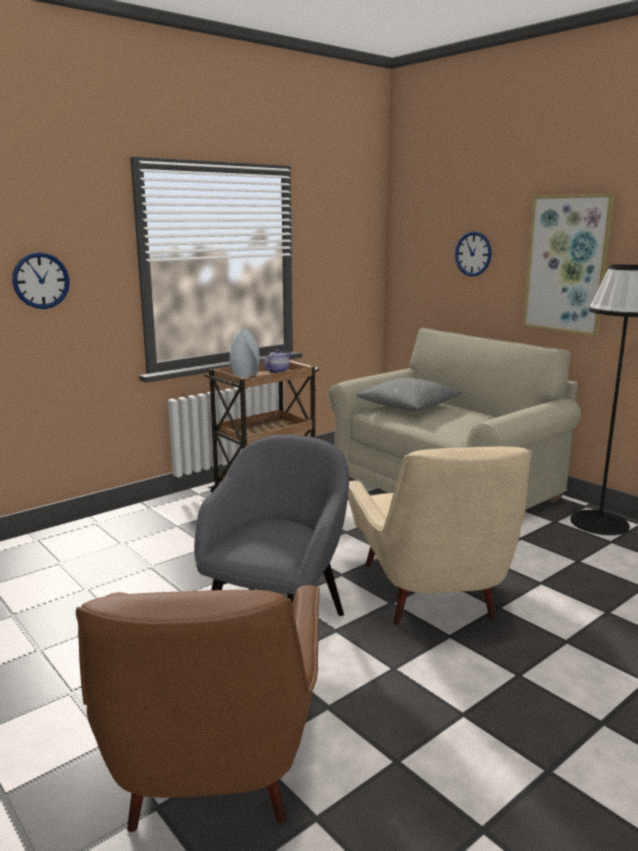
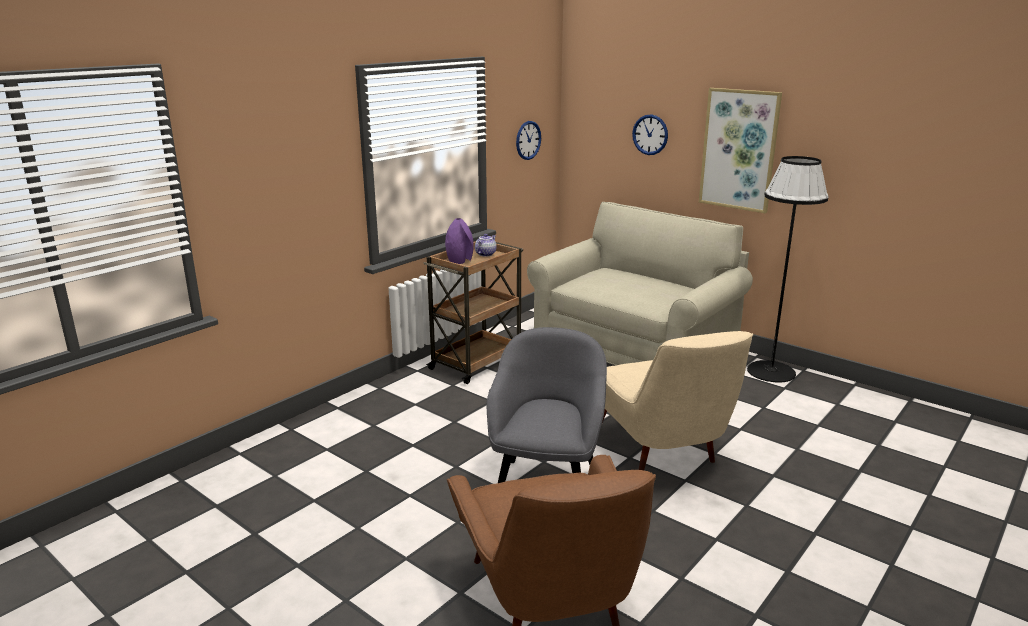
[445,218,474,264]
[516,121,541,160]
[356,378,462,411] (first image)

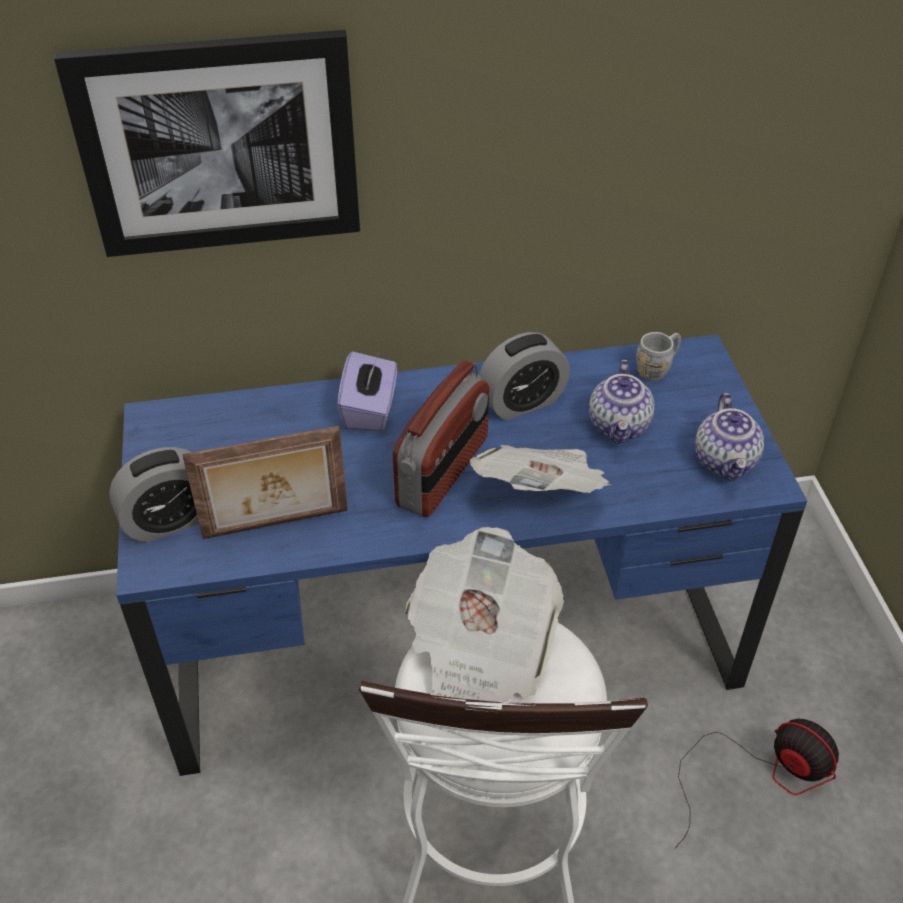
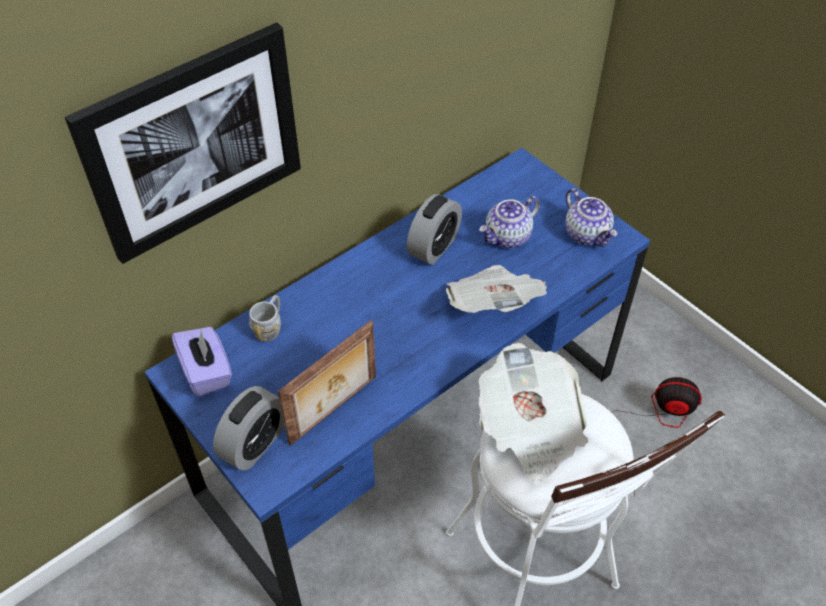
[172,327,232,397]
[249,295,281,342]
[479,196,540,248]
[393,360,489,517] (first image)

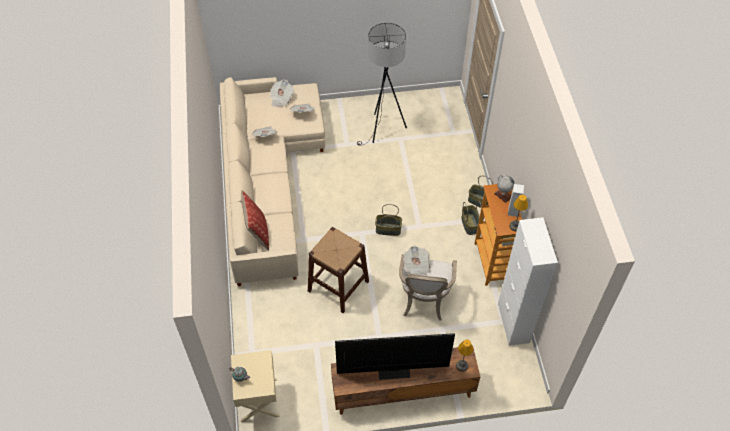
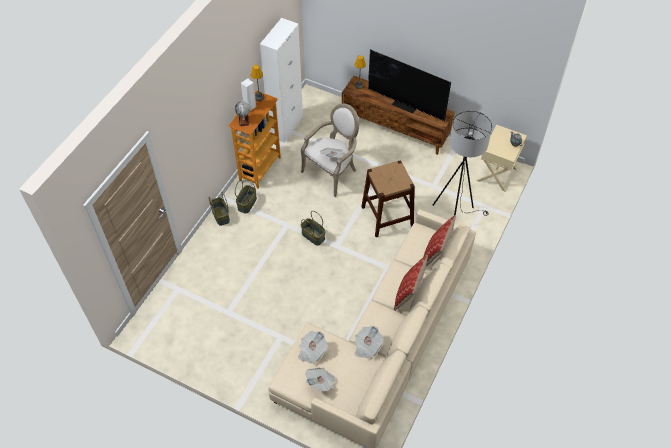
[394,255,428,311]
[433,111,492,216]

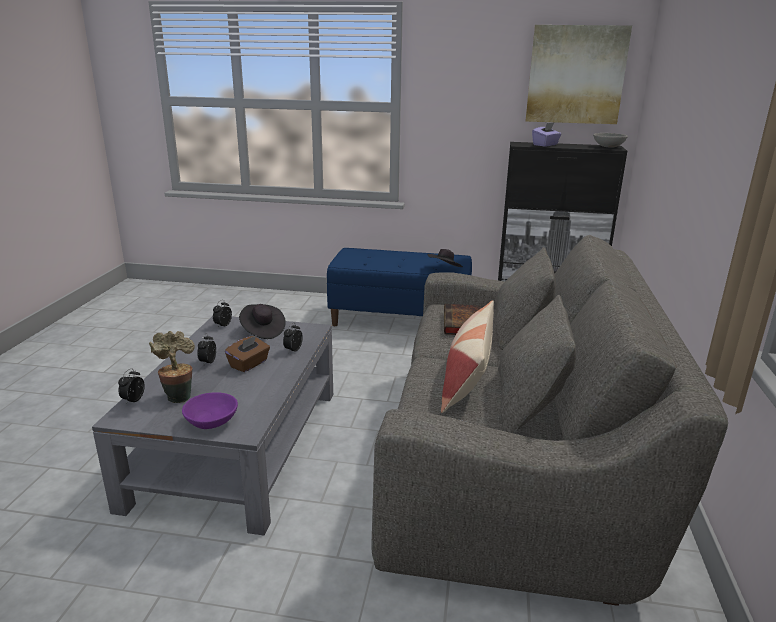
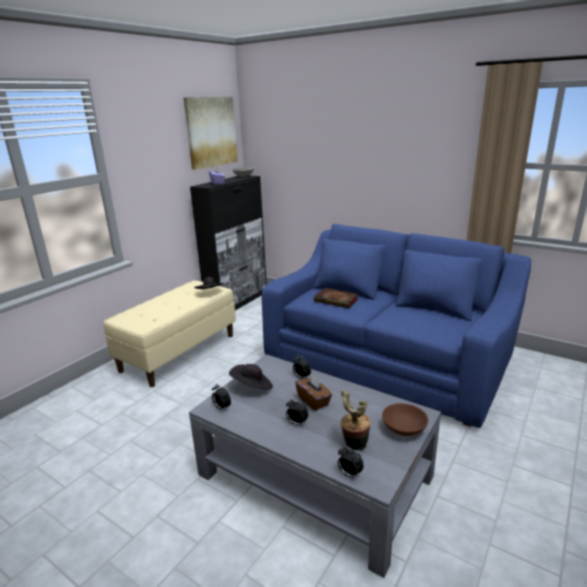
[104,280,236,387]
[262,224,531,428]
[382,403,429,436]
[441,300,494,413] (first image)

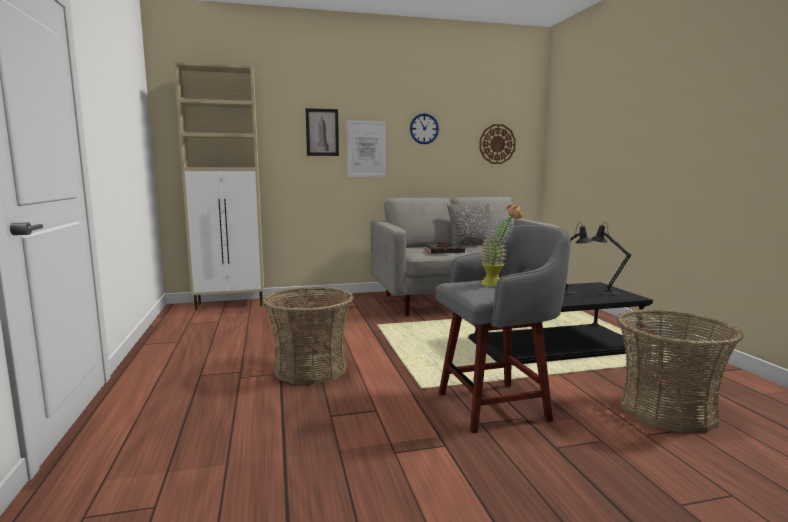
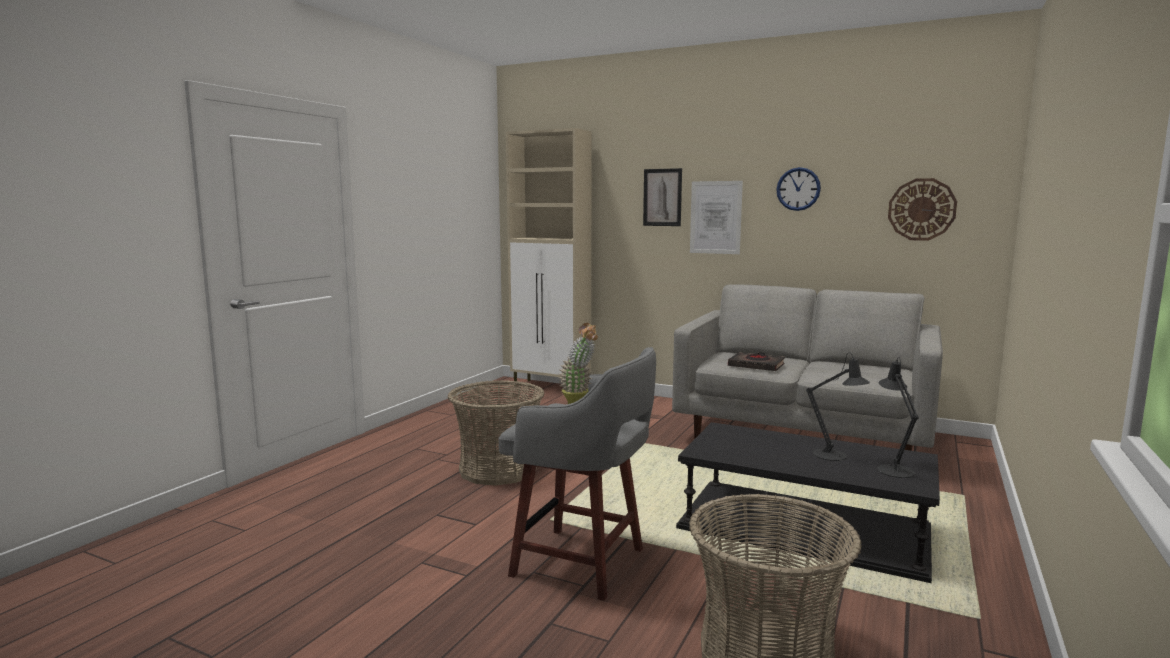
[447,203,491,246] (first image)

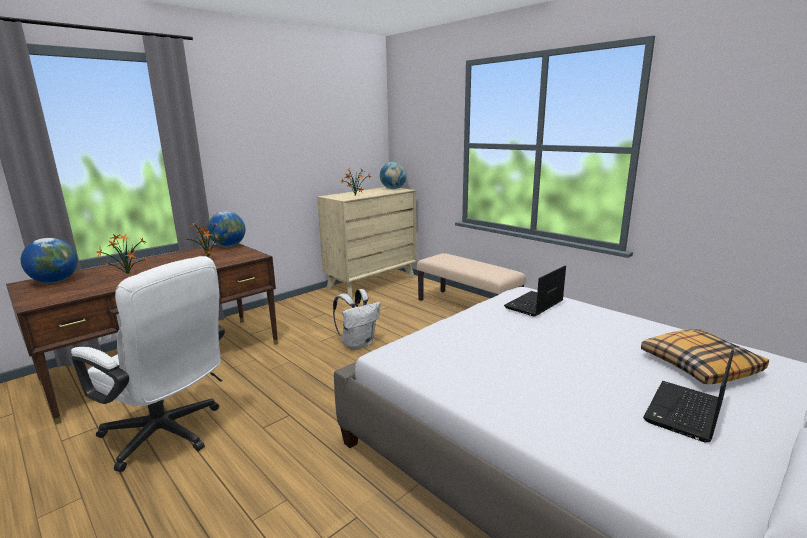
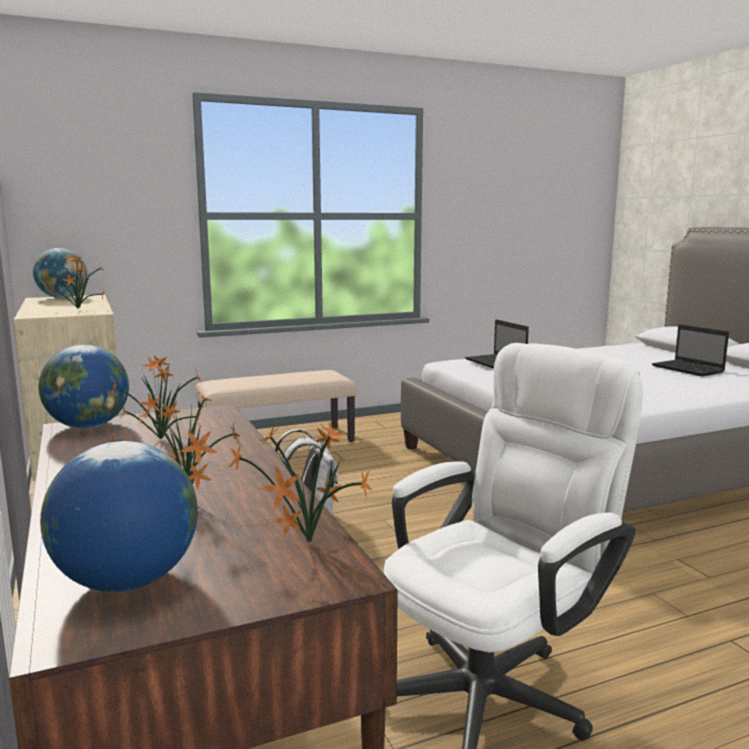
[229,422,373,542]
[641,329,769,384] (first image)

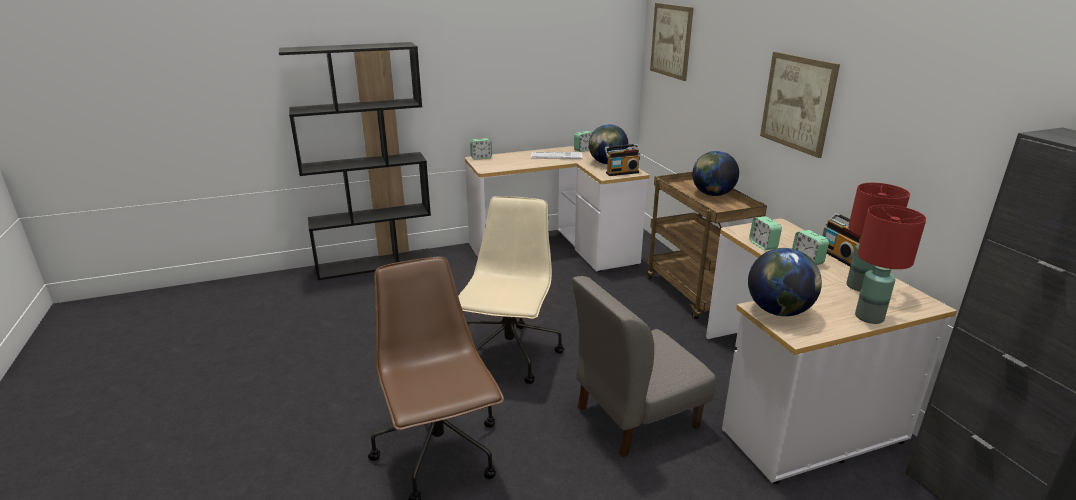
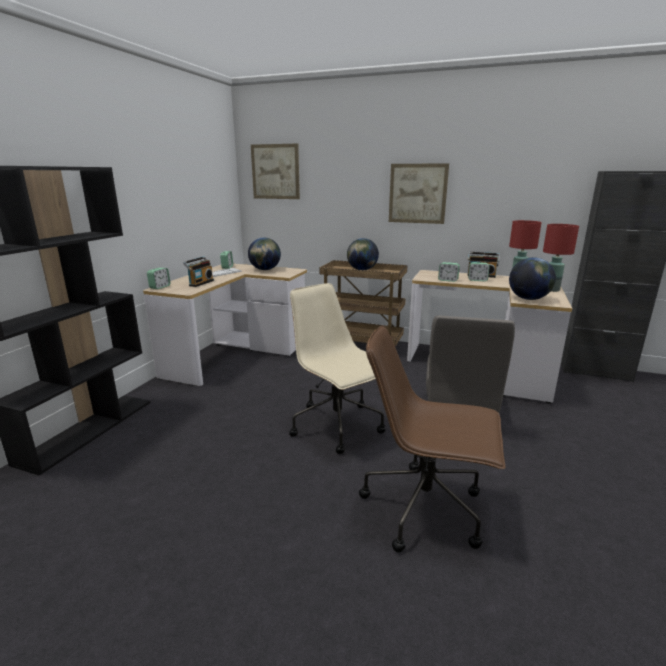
[183,256,214,287]

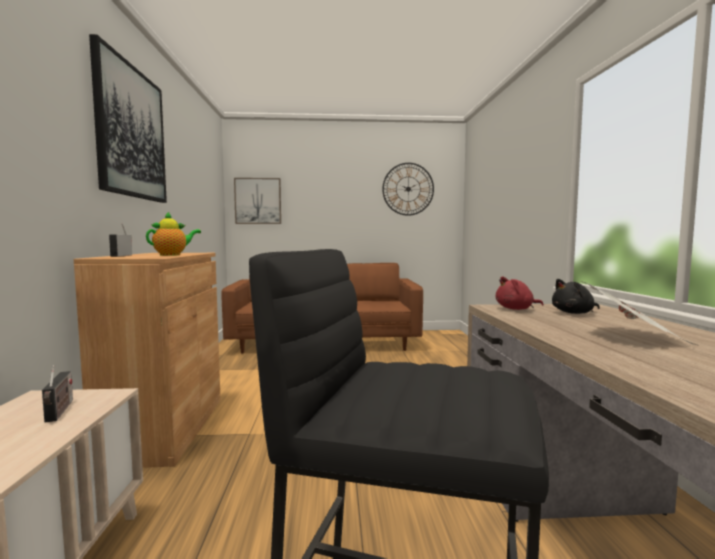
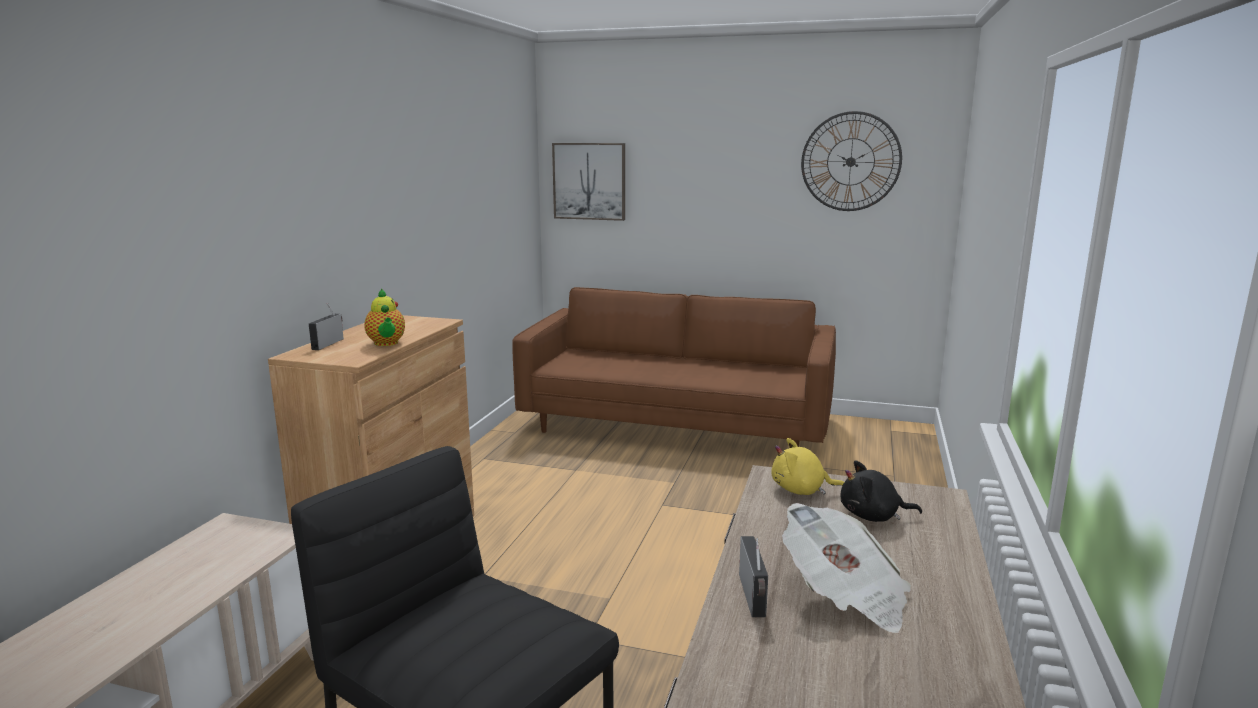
[364,288,405,346]
[739,536,768,617]
[772,438,844,495]
[89,34,167,203] (first image)

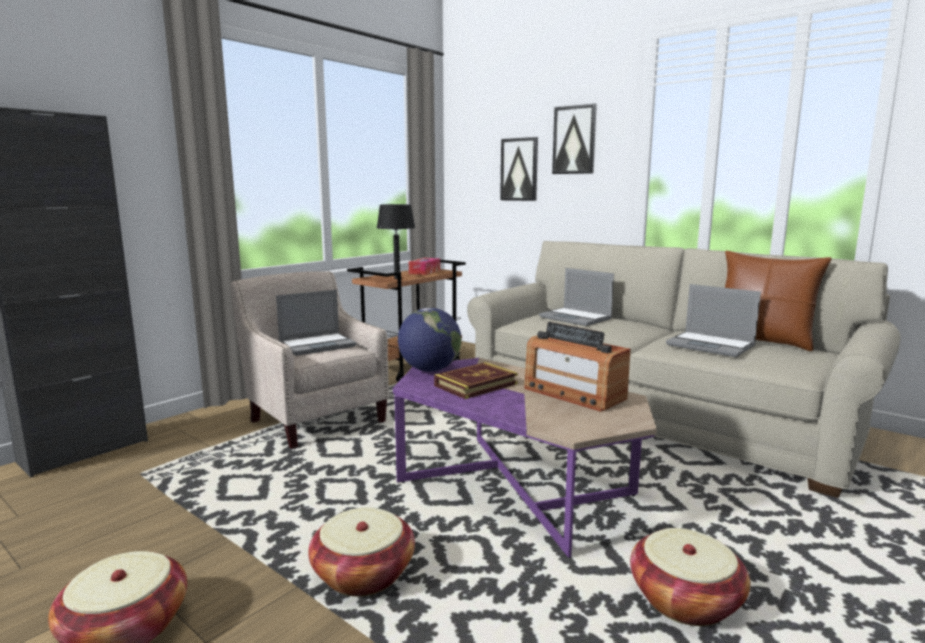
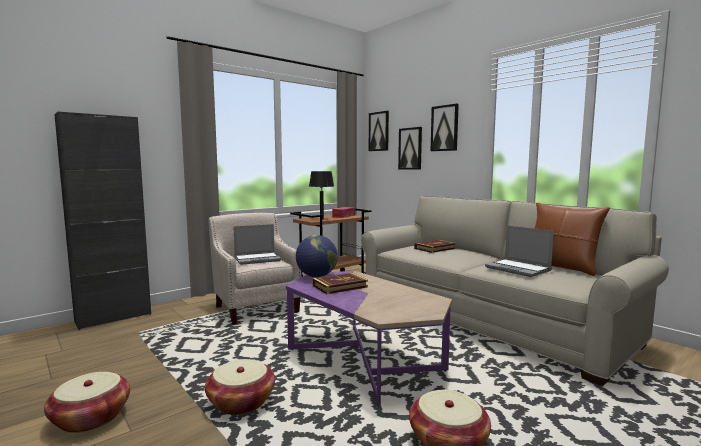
[369,111,389,151]
[414,240,456,253]
[524,322,631,412] (first image)

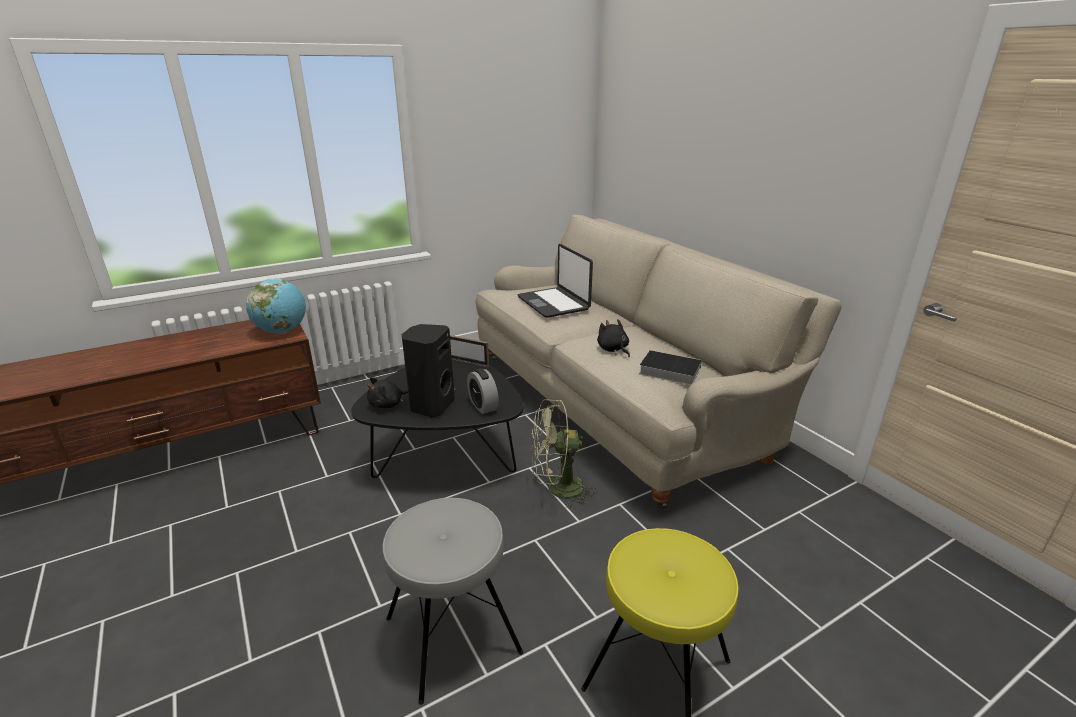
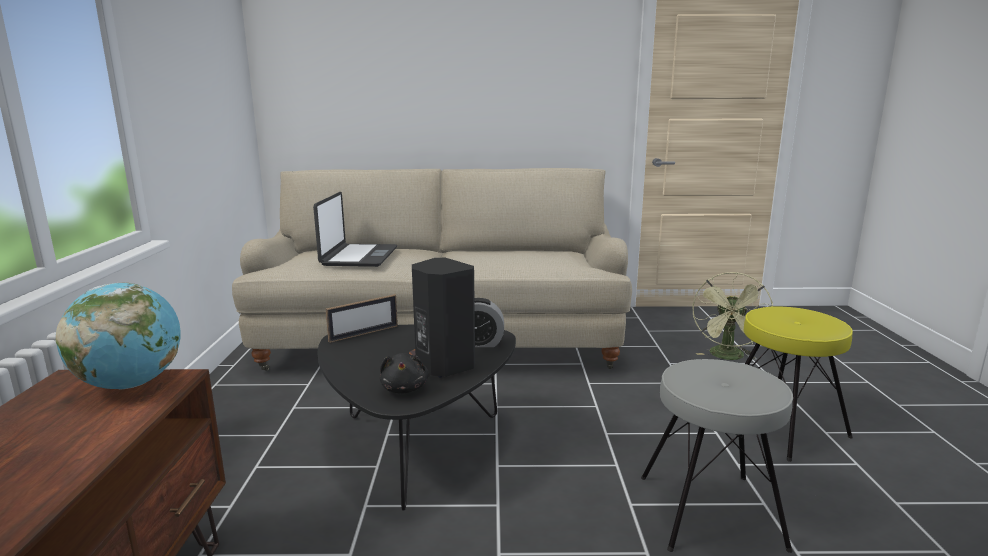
[313,192,397,267]
[693,272,773,360]
[597,319,630,357] (first image)
[639,350,702,385] (first image)

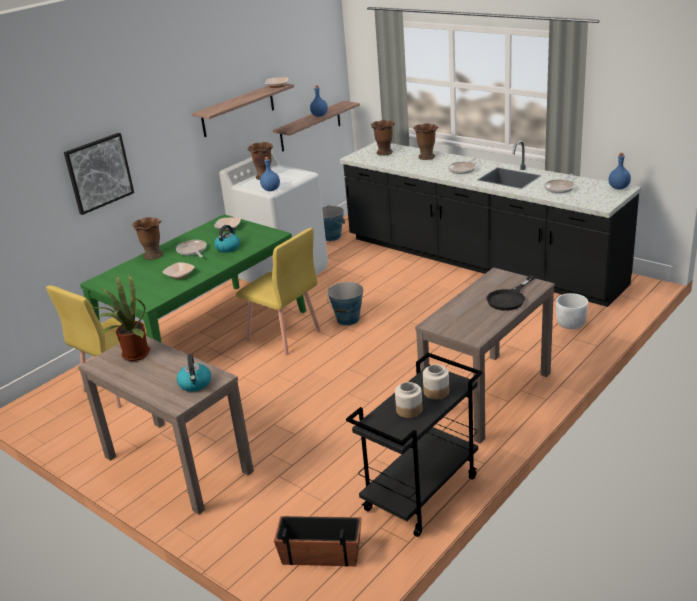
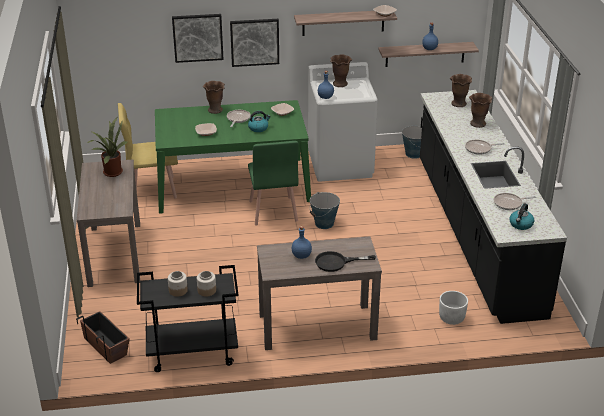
[230,19,279,67]
[248,141,299,226]
[292,226,312,259]
[509,203,534,230]

